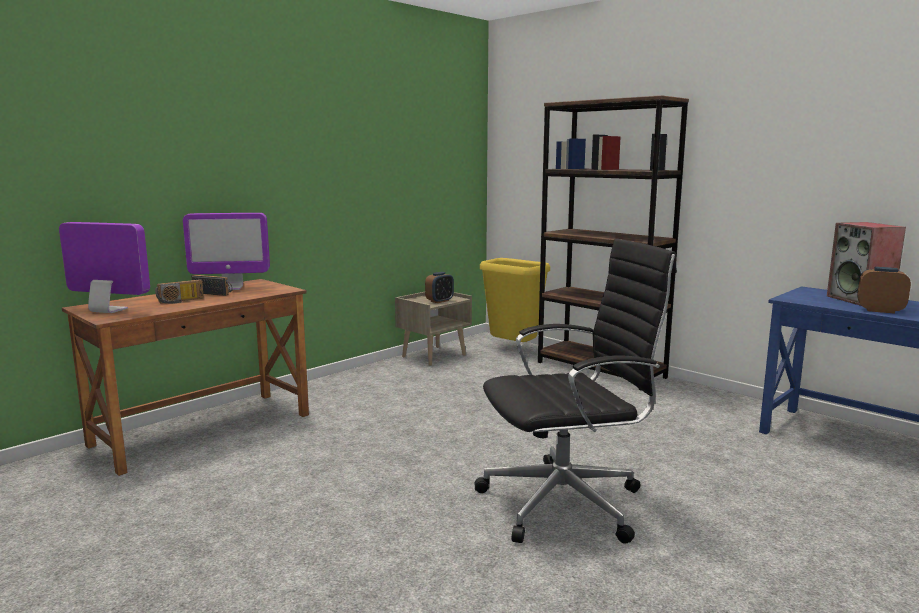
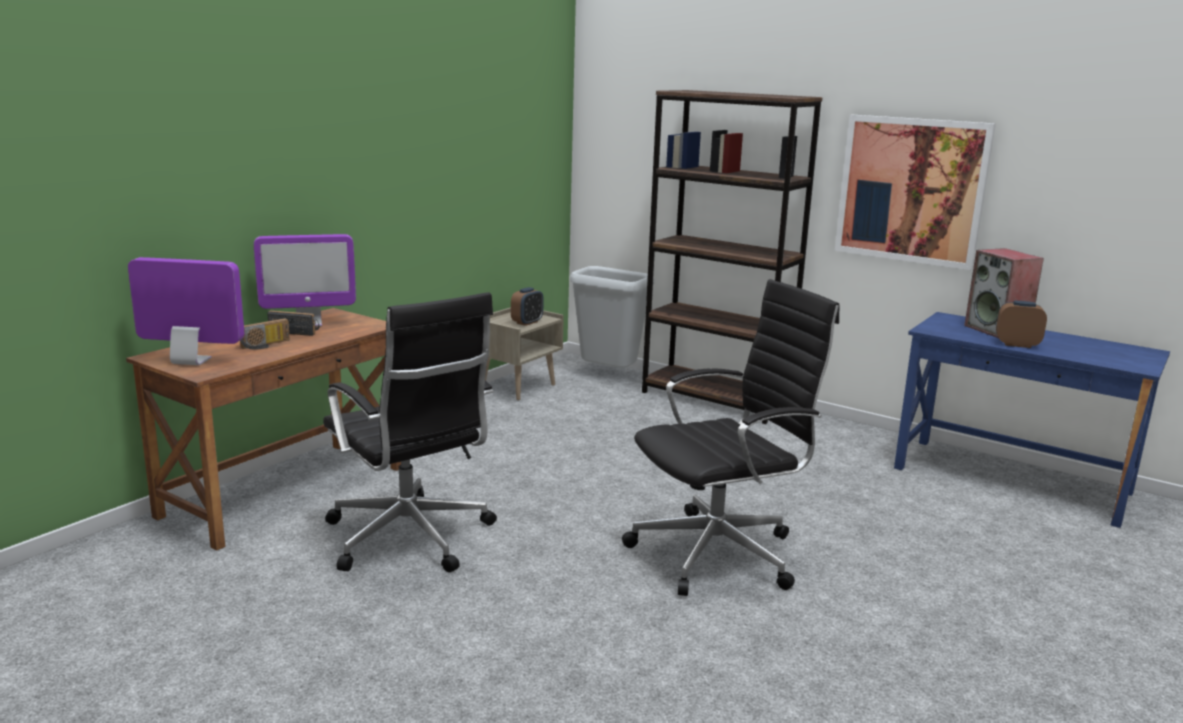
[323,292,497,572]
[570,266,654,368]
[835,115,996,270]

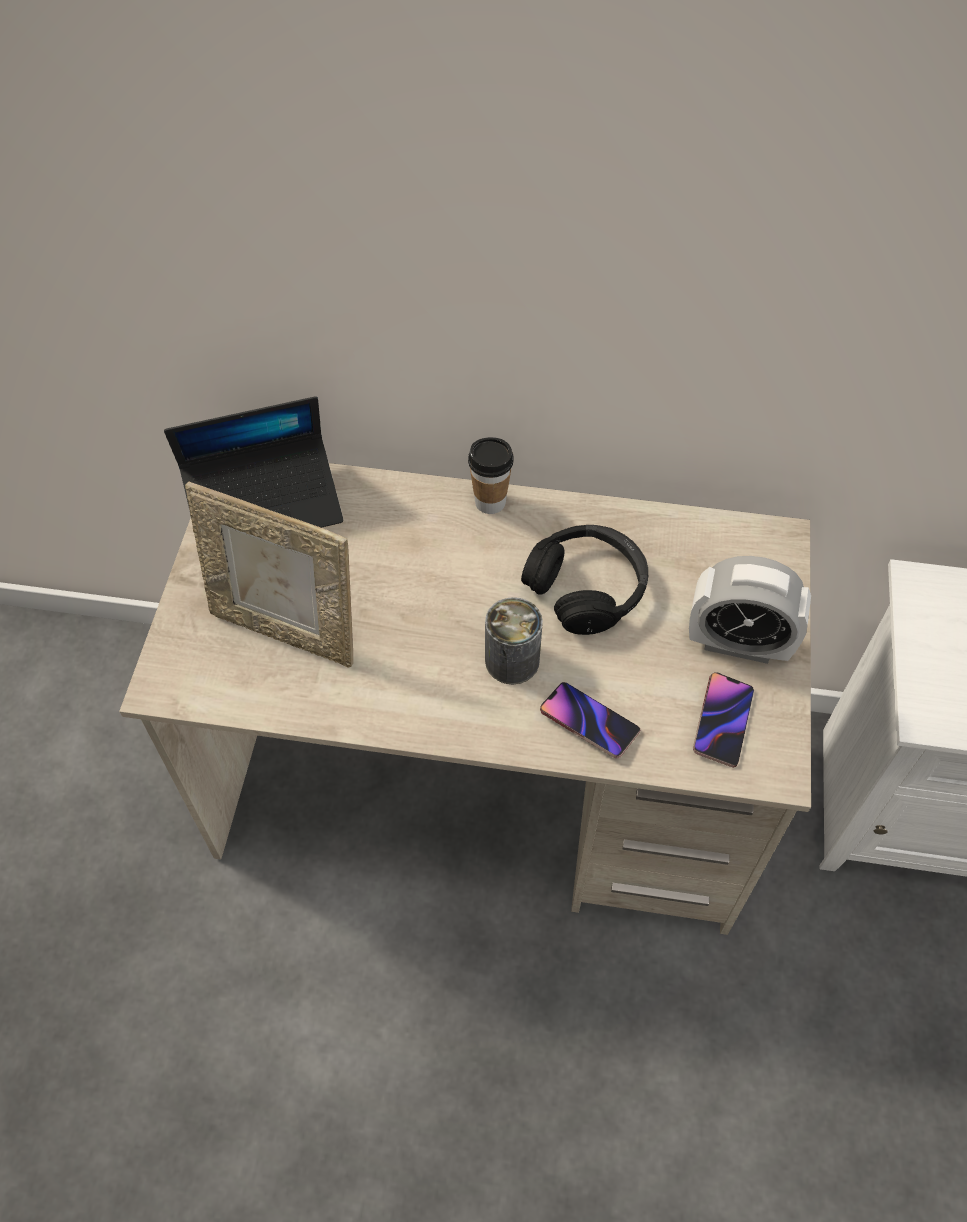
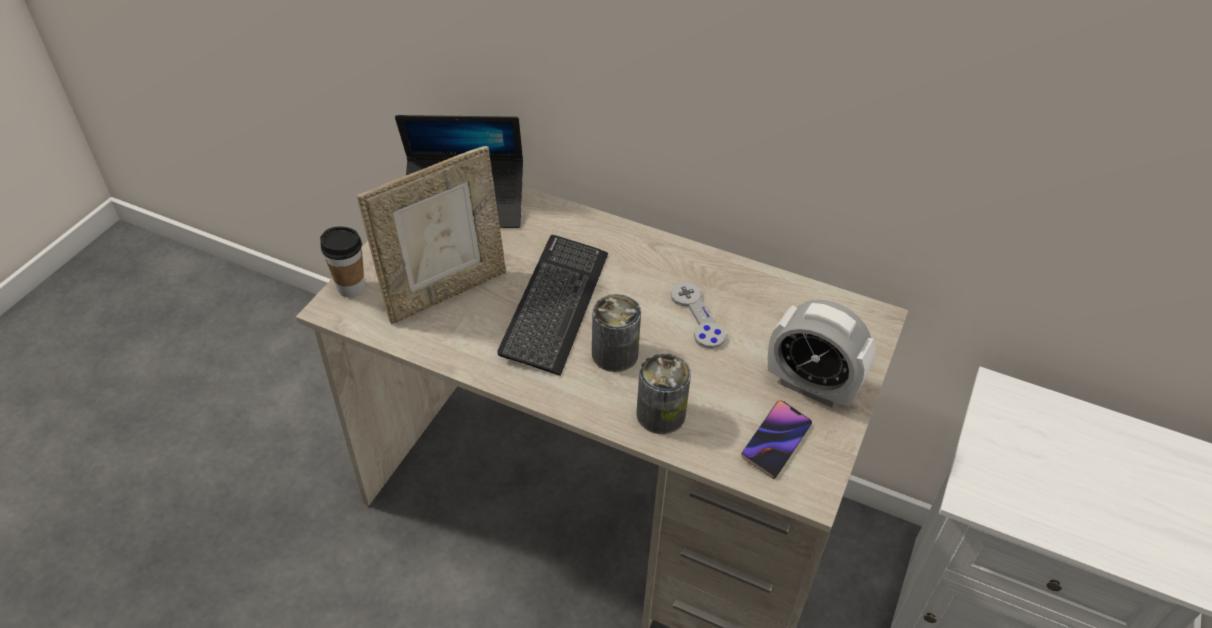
[320,227,365,297]
[357,146,506,324]
[498,235,608,376]
[637,353,691,434]
[670,282,726,349]

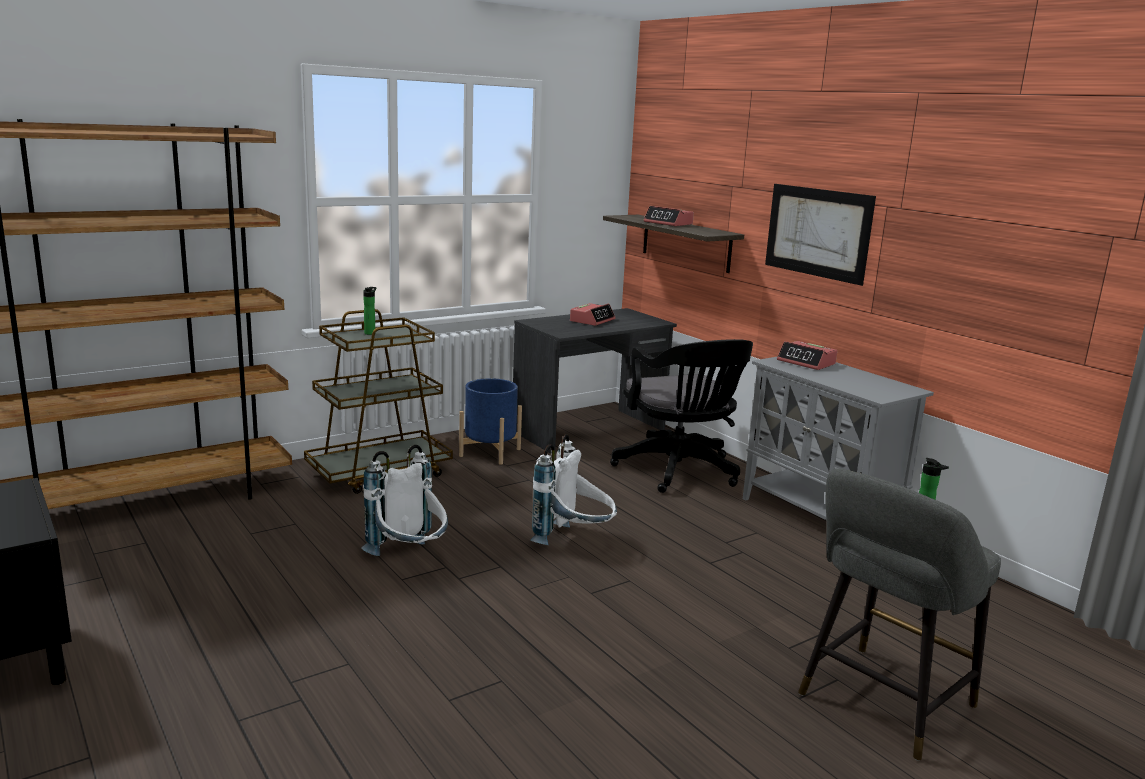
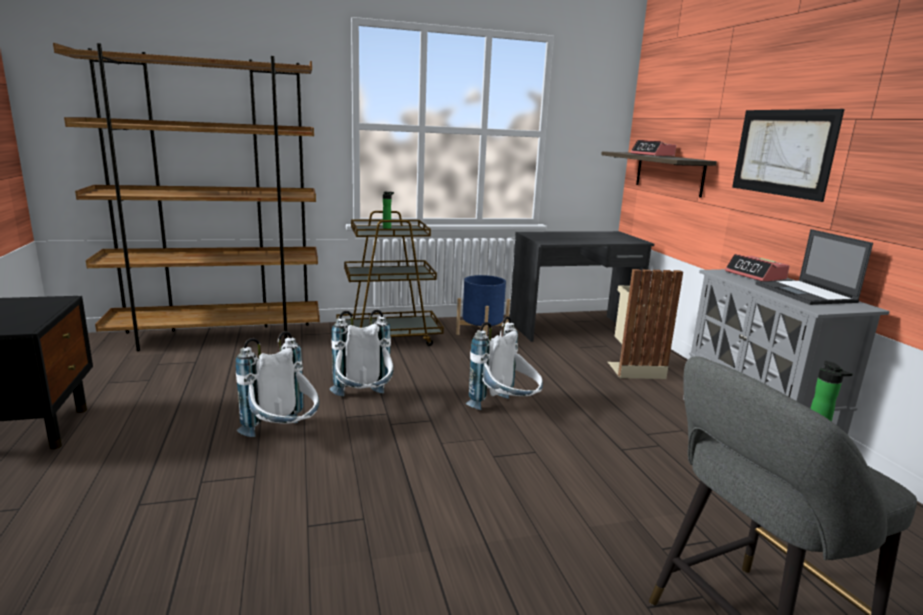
[236,331,320,437]
[608,269,683,379]
[756,229,873,305]
[570,303,615,326] (first image)

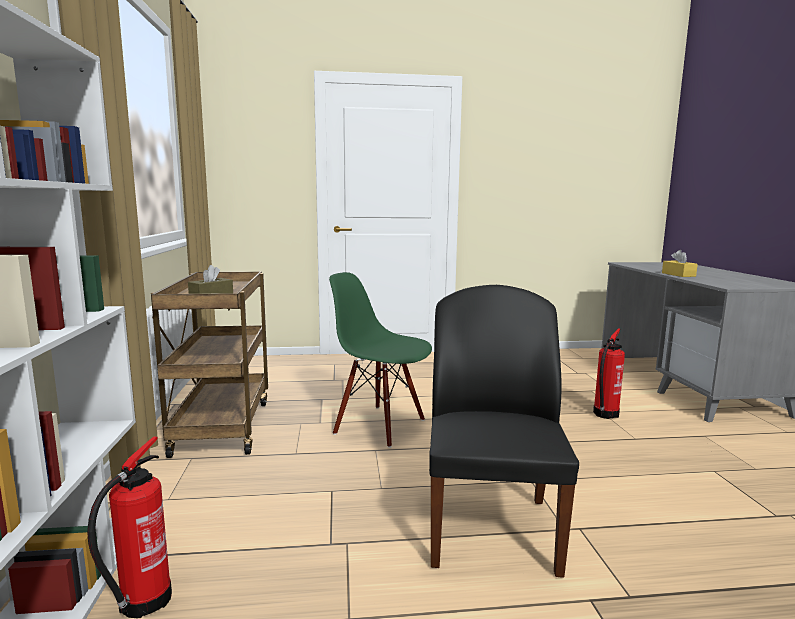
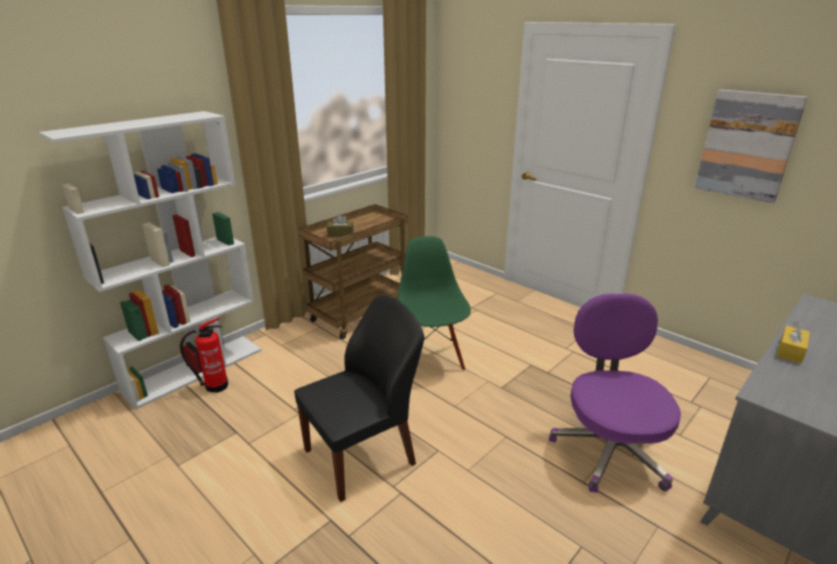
[549,293,681,492]
[695,89,808,203]

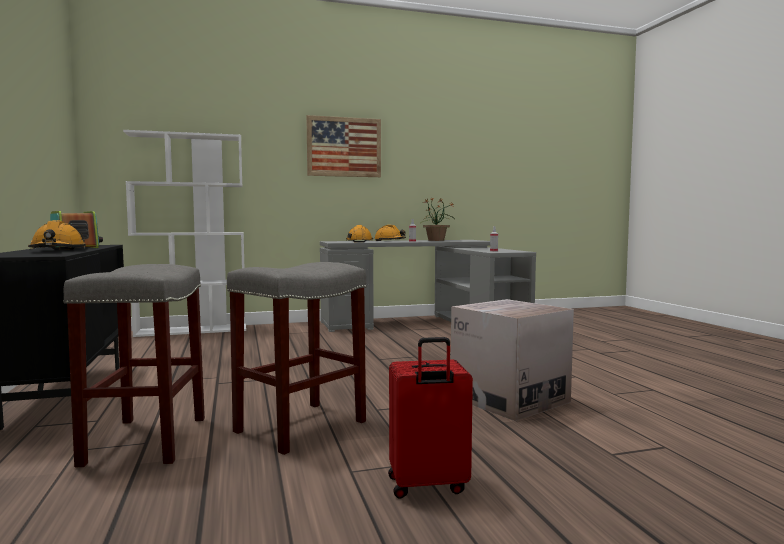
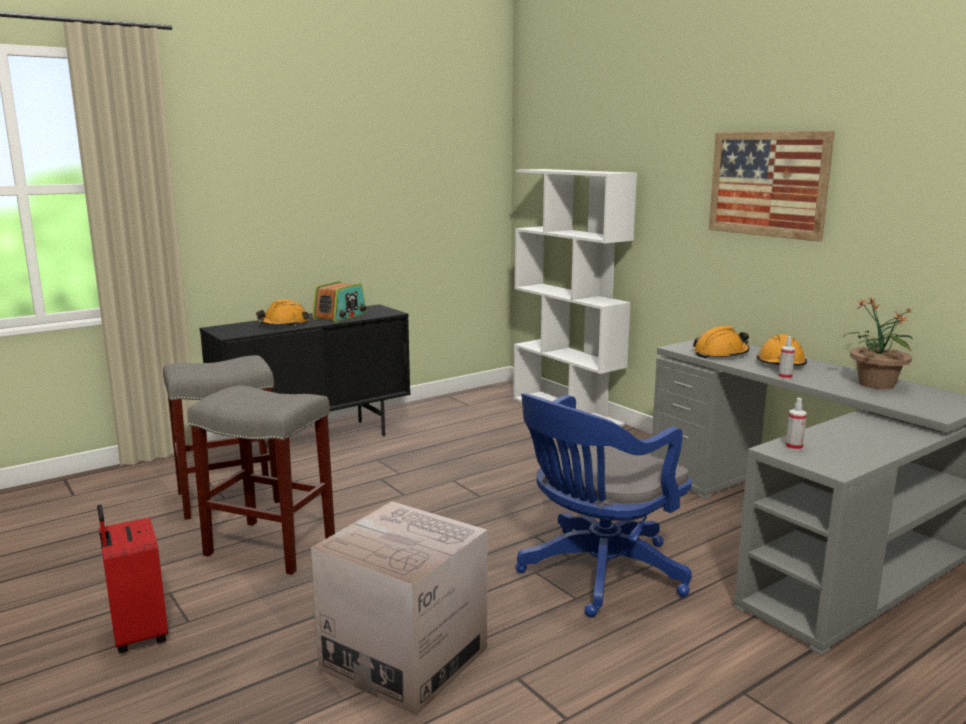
[515,393,692,617]

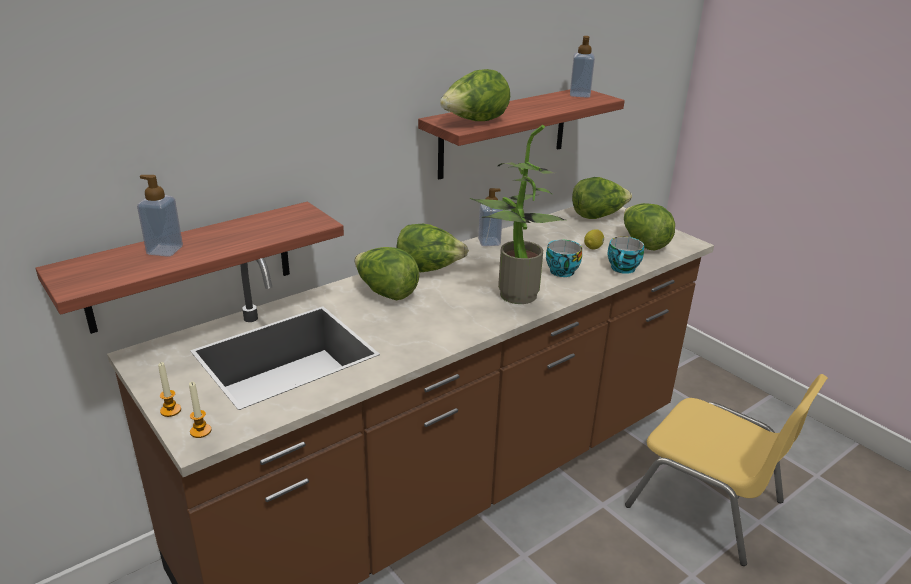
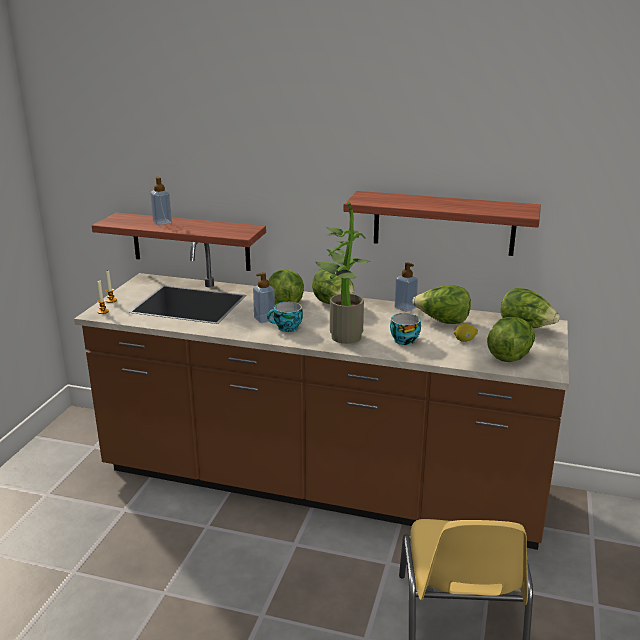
[253,272,275,323]
[267,301,303,332]
[412,285,471,324]

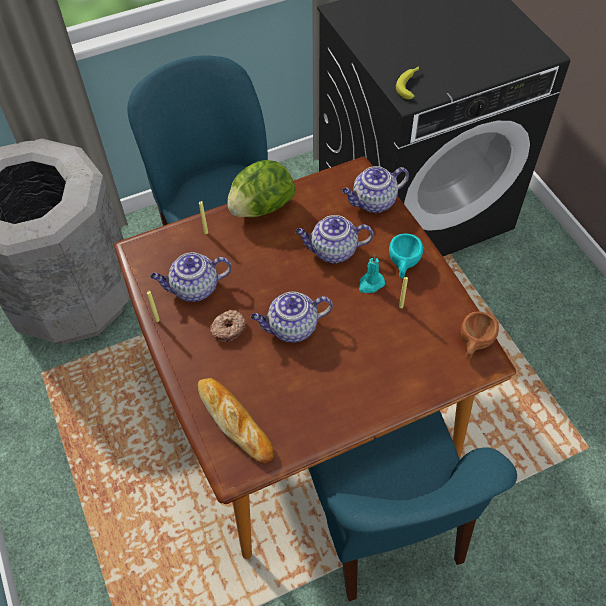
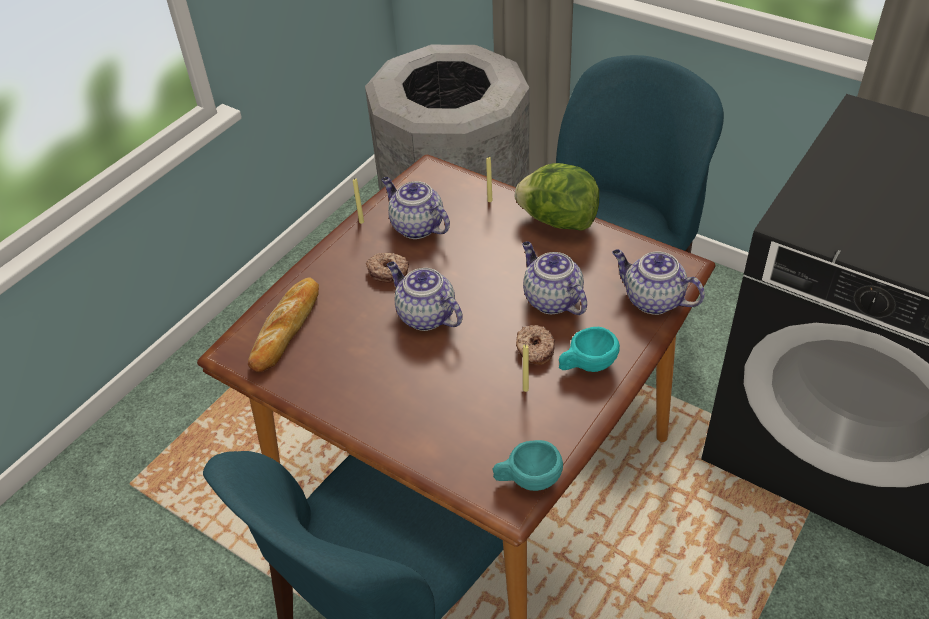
[492,440,563,491]
[516,325,555,365]
[396,66,419,99] (first image)

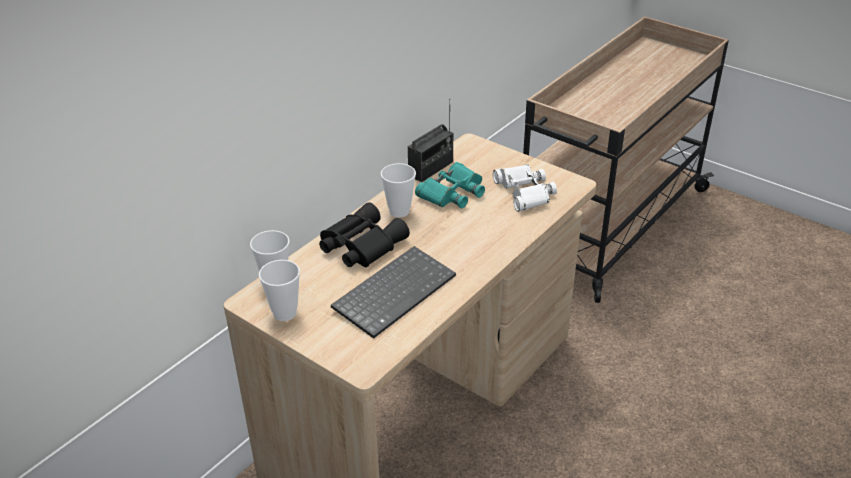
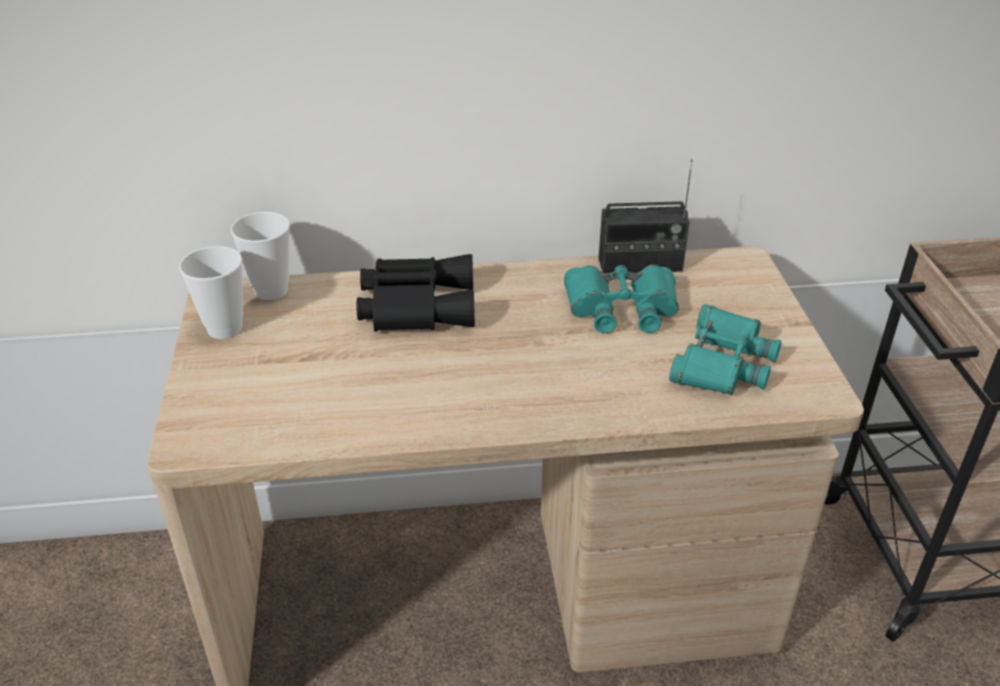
[669,304,781,395]
[331,246,456,339] (first image)
[381,163,416,217] (first image)

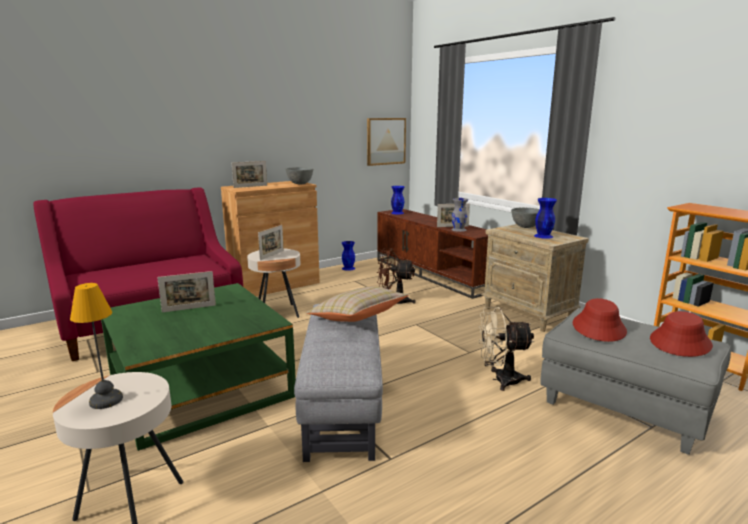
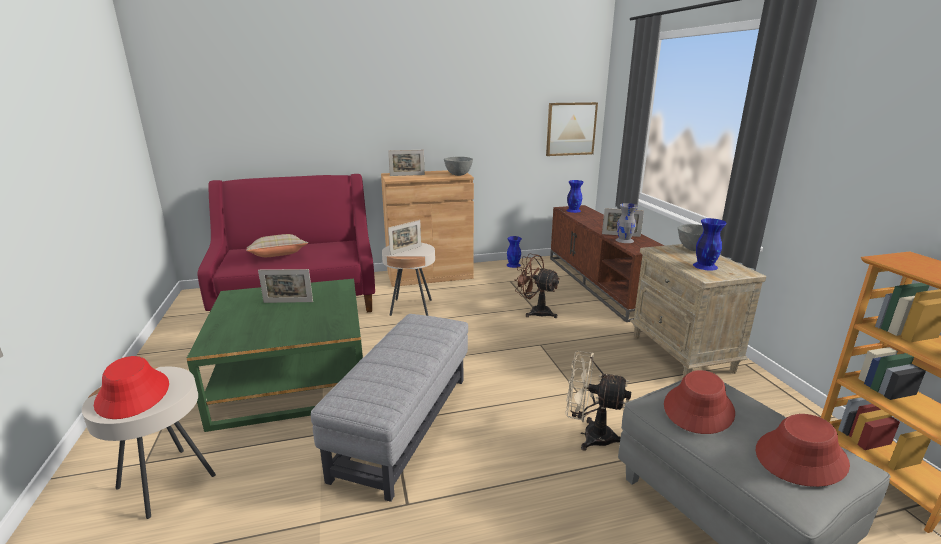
[94,356,169,419]
[246,234,308,257]

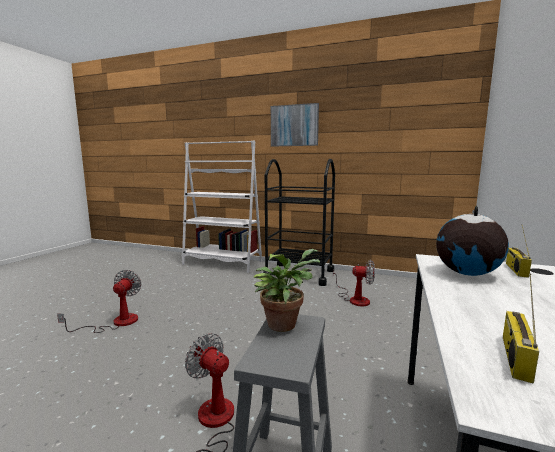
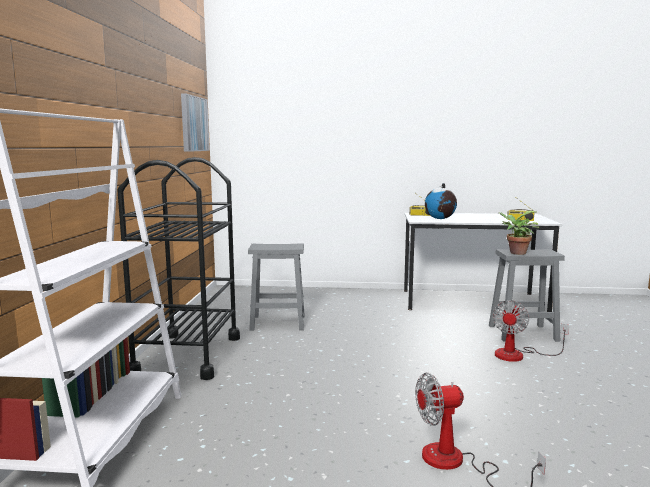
[181,93,210,152]
[248,243,305,331]

